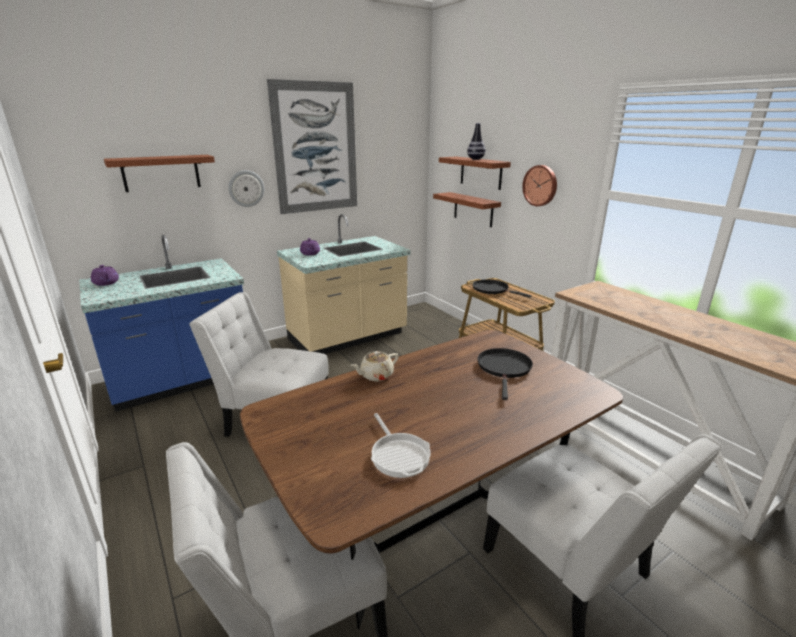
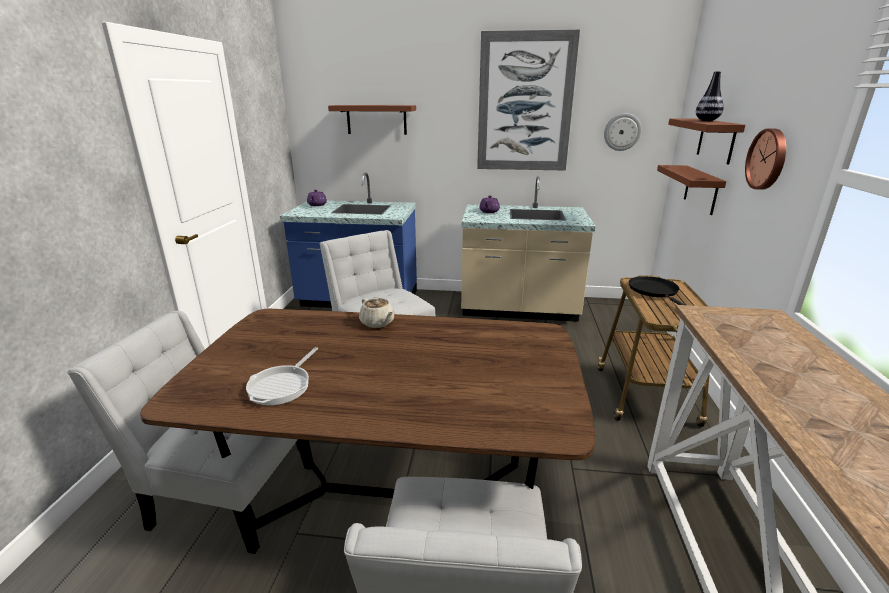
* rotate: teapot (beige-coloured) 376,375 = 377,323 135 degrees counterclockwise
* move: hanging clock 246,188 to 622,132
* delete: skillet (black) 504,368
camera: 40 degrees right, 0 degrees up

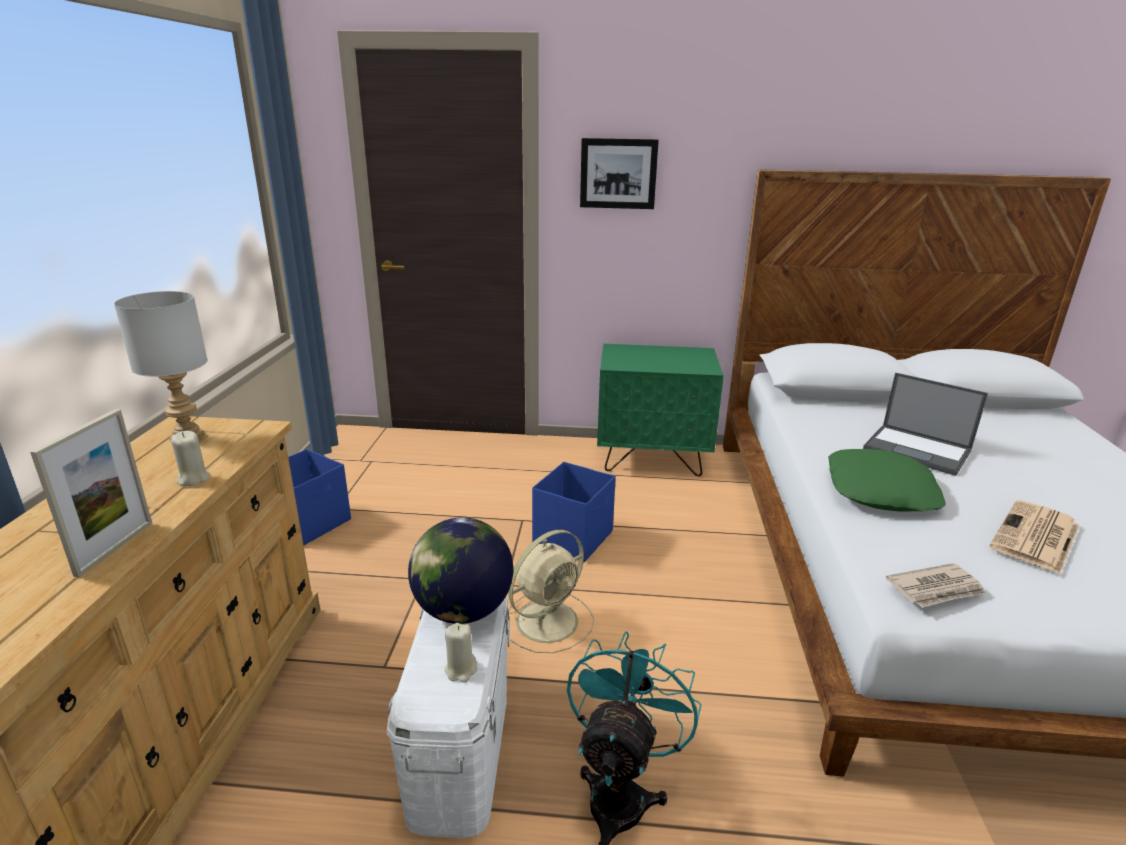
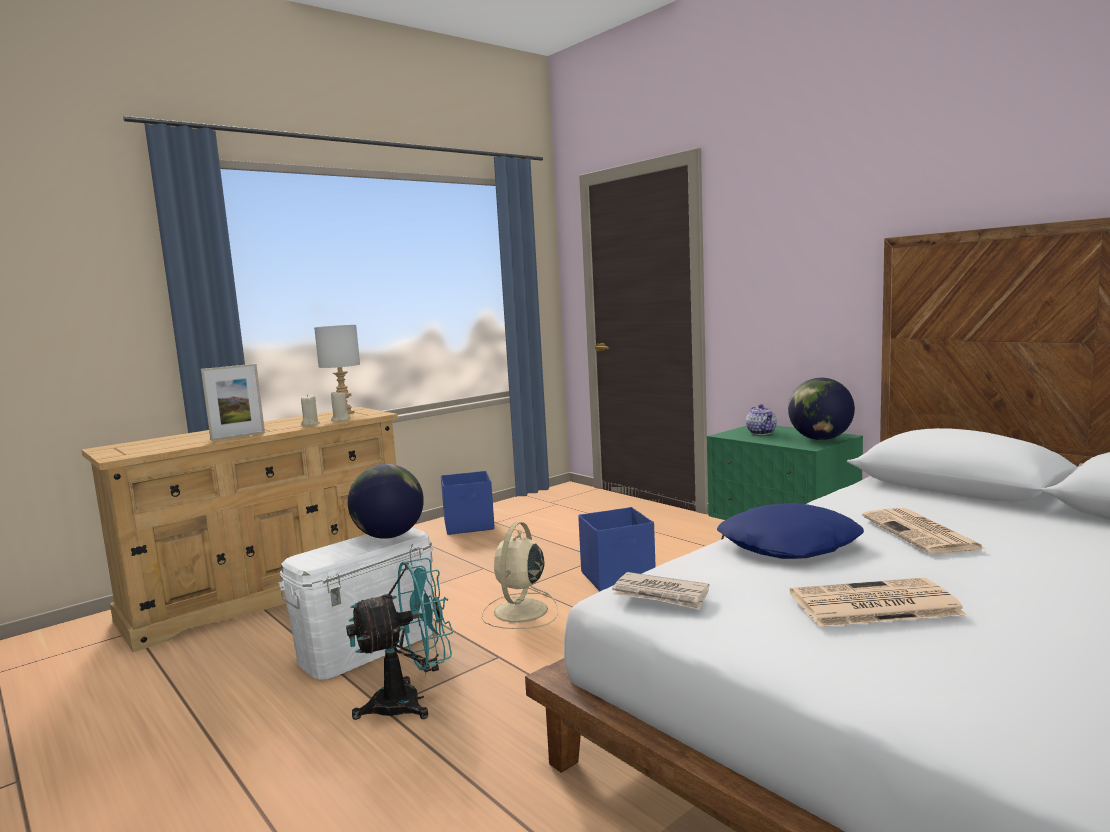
* move: wax candle (beige-coloured) 461,670 to 340,420
* rotate: cooling fan (beige-coloured) 549,620 = 520,612 105 degrees clockwise
* recolor: pillow (green-coloured) 881,491 to pillow (blue-coloured) 790,545
* insert: teapot 761,433
* insert: world globe 820,439
* replace: notebook computer 918,450 to printed paper 922,533
* delete: wall picture 618,173
camera: 45 degrees right, 15 degrees down

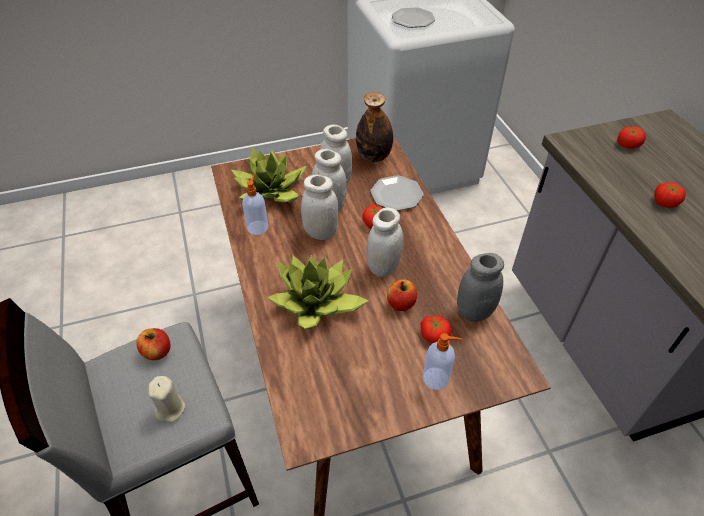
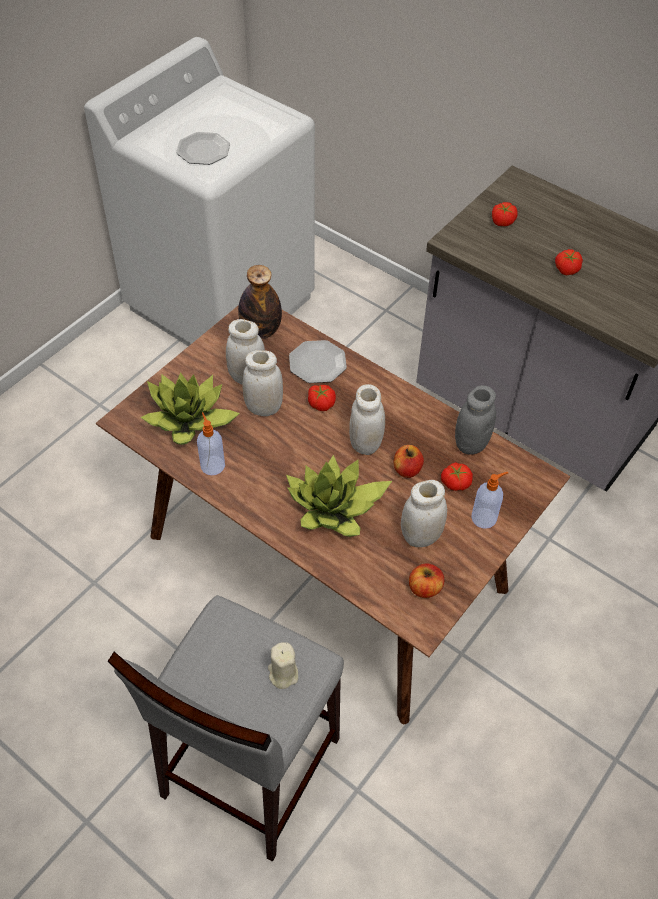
* move: preserve jar (white) 320,232 to 420,536
* move: apple fruit 157,352 to 424,588
camera: 35 degrees left, 5 degrees up

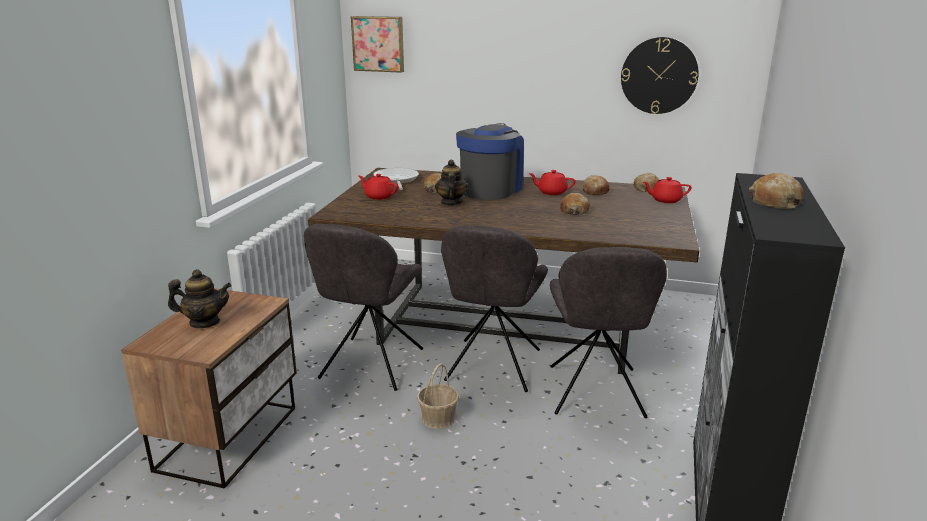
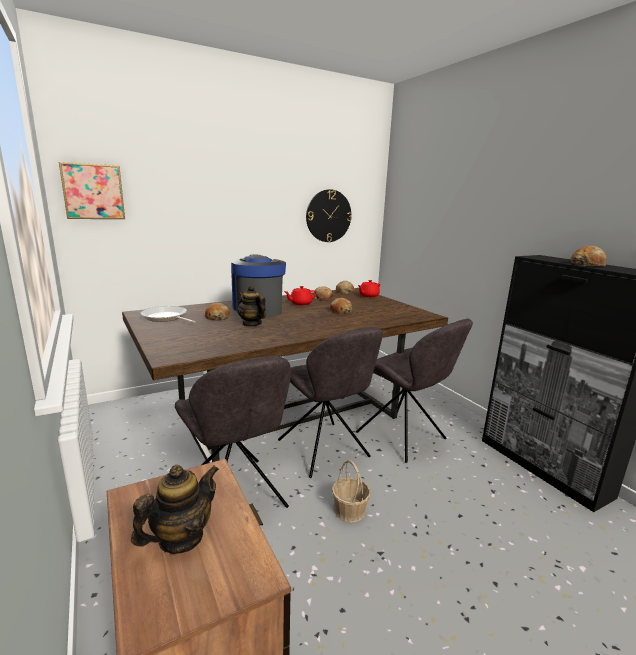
* delete: teapot (red) 379,196
camera: 45 degrees left, 5 degrees down

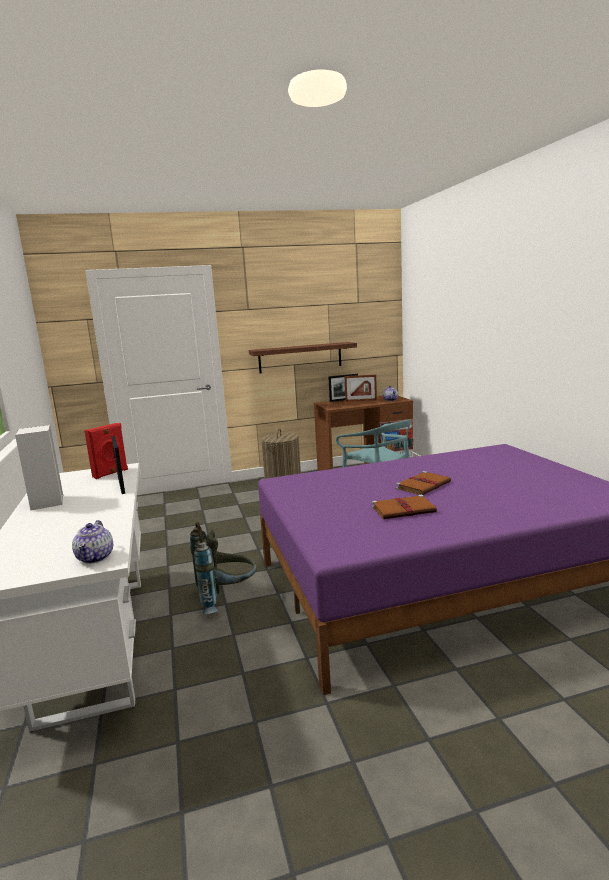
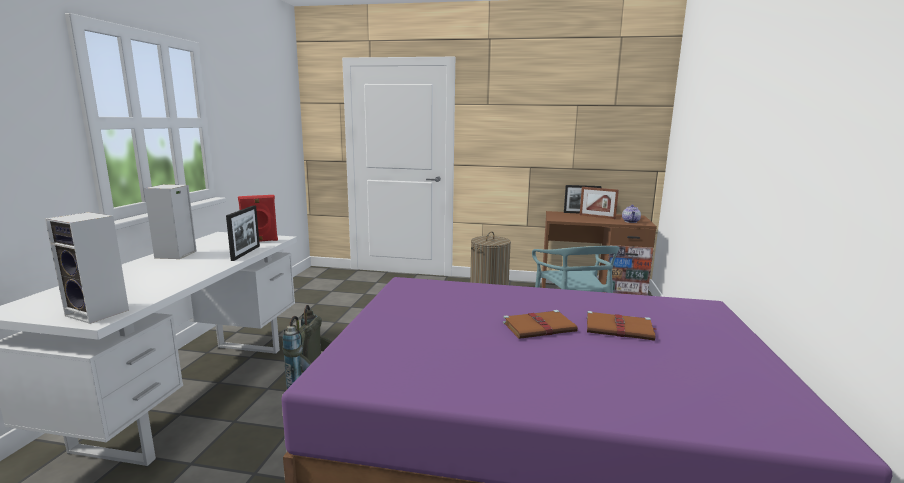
* replace: teapot 95,557 to audio speaker 100,313
* move: book (brown) 404,510 to 620,329
* delete: bracket shelf 300,357
camera: 25 degrees right, 0 degrees up

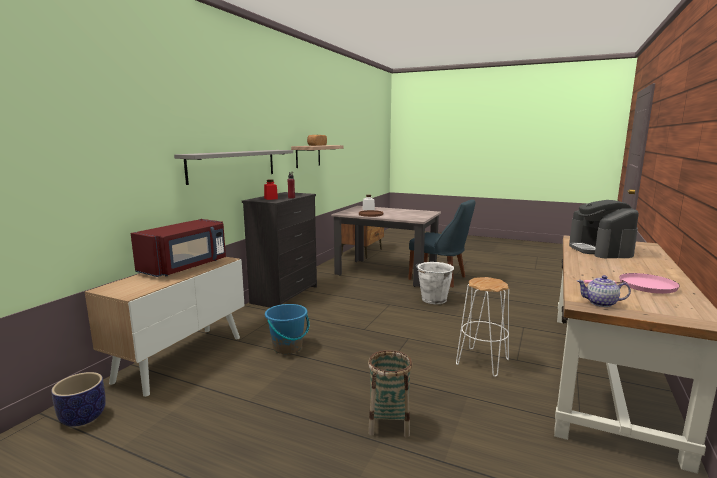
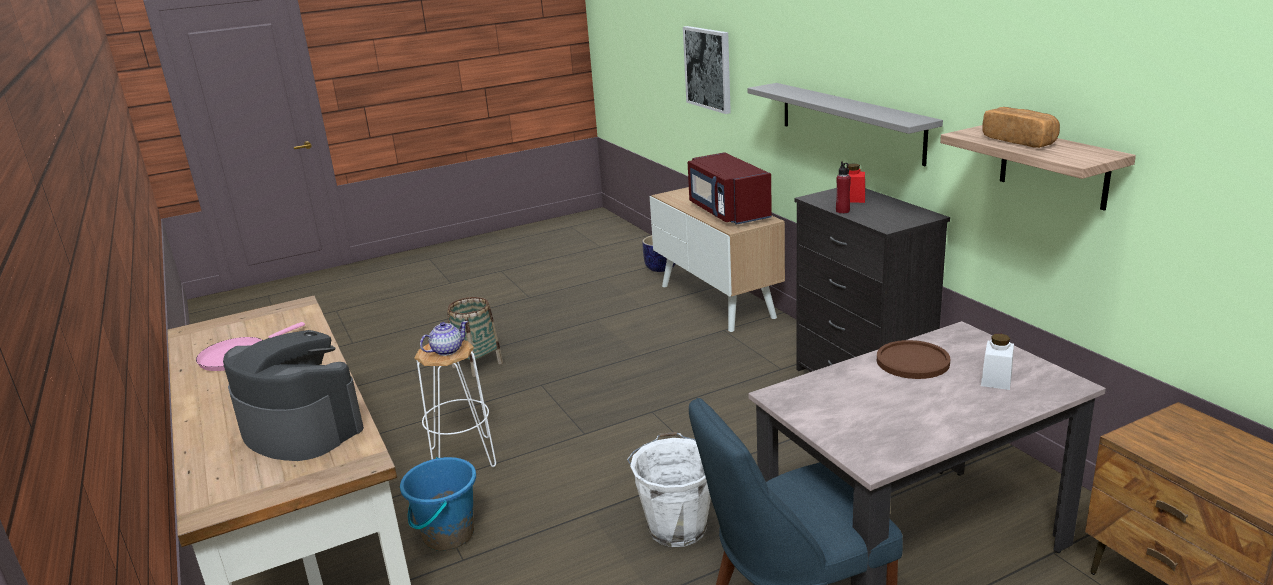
* move: pail (blue-coloured) 287,347 to 448,535
* move: teapot 601,303 to 446,350
* insert: wall picture 708,68
camera: 130 degrees right, 10 degrees up

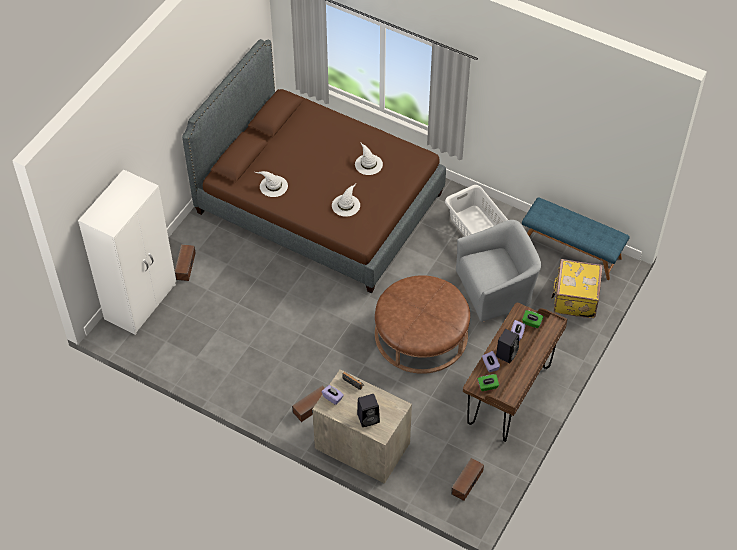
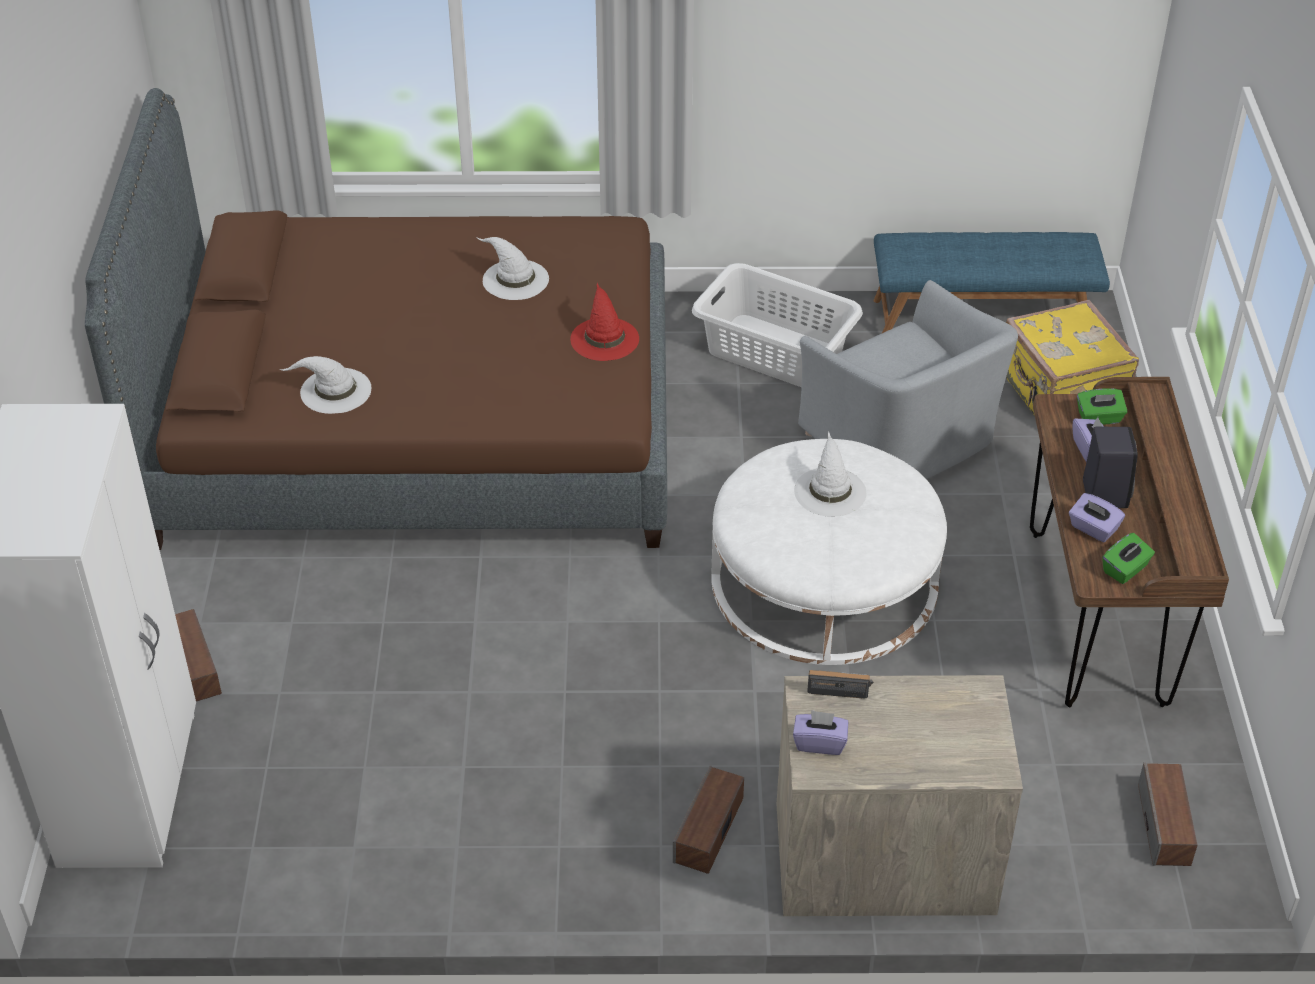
* insert: clothing hat (red) 604,338
* recolor: footrest (brown) 421,334 to footrest (white) 824,580
* move: clothing hat (white) 346,205 to 829,491
* rotate: armchair (gray) 495,289 = 902,439 105 degrees clockwise
* delete: audio speaker (black) 369,418
camera: 30 degrees left, 10 degrees down

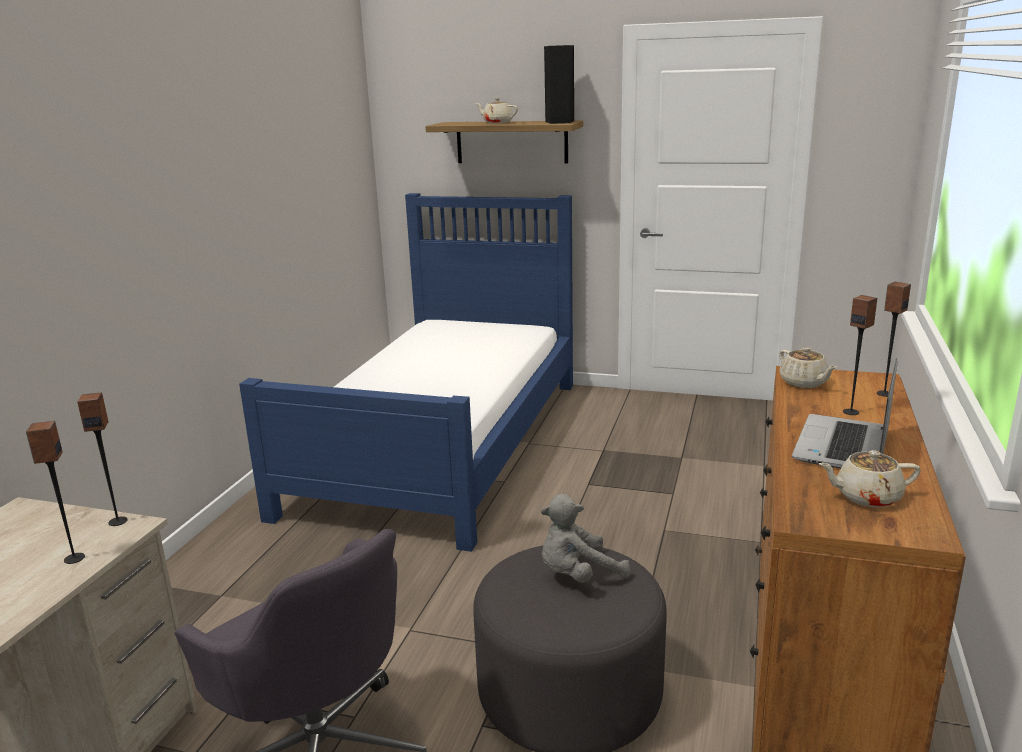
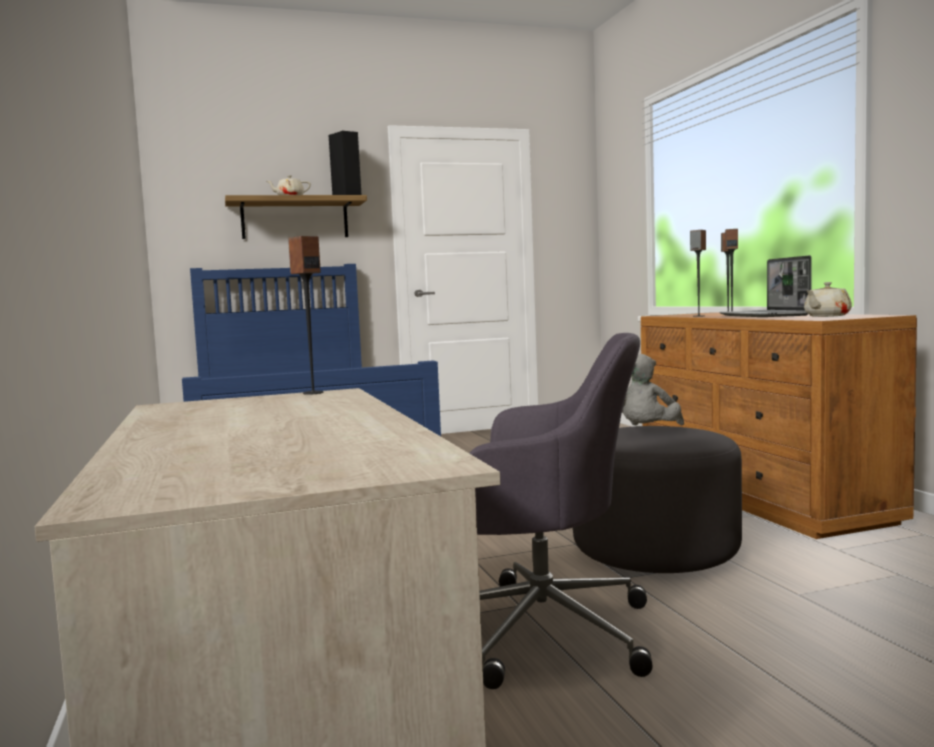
* move: audio speaker 74,558 to 698,316
* delete: teapot (beige-coloured) 804,383
camera: 35 degrees left, 15 degrees down

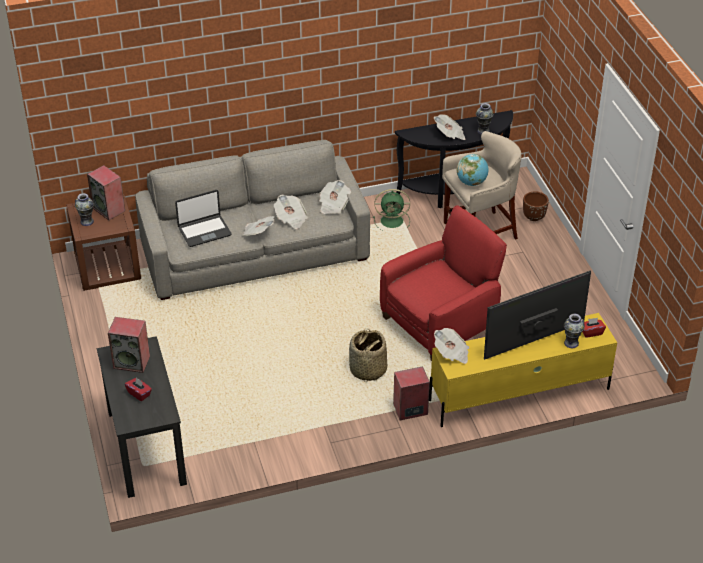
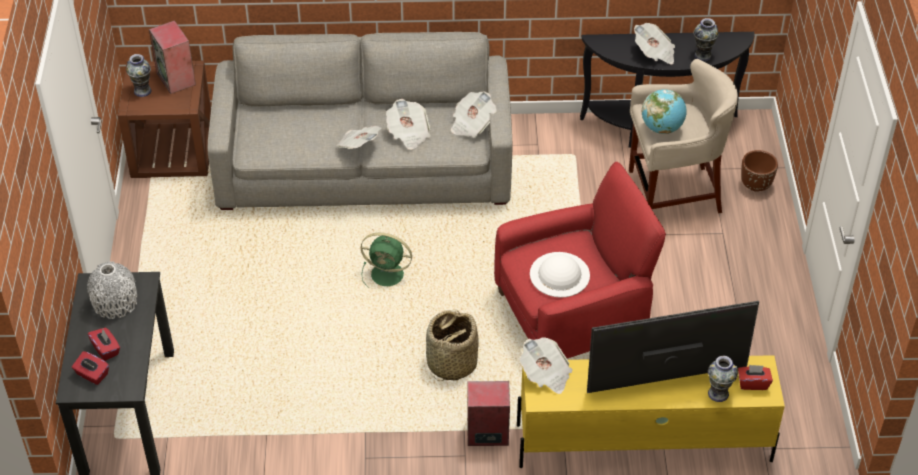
* insert: box of tissues (red) 92,375
* replace: audio speaker 132,362 to flower vase (gray) 115,302
* move: cooling fan (green-coloured) 393,221 to 389,275
* insert: clothing hat (white) 559,274
* delete: notebook computer 204,231
camera: 15 degrees right, 5 degrees up

